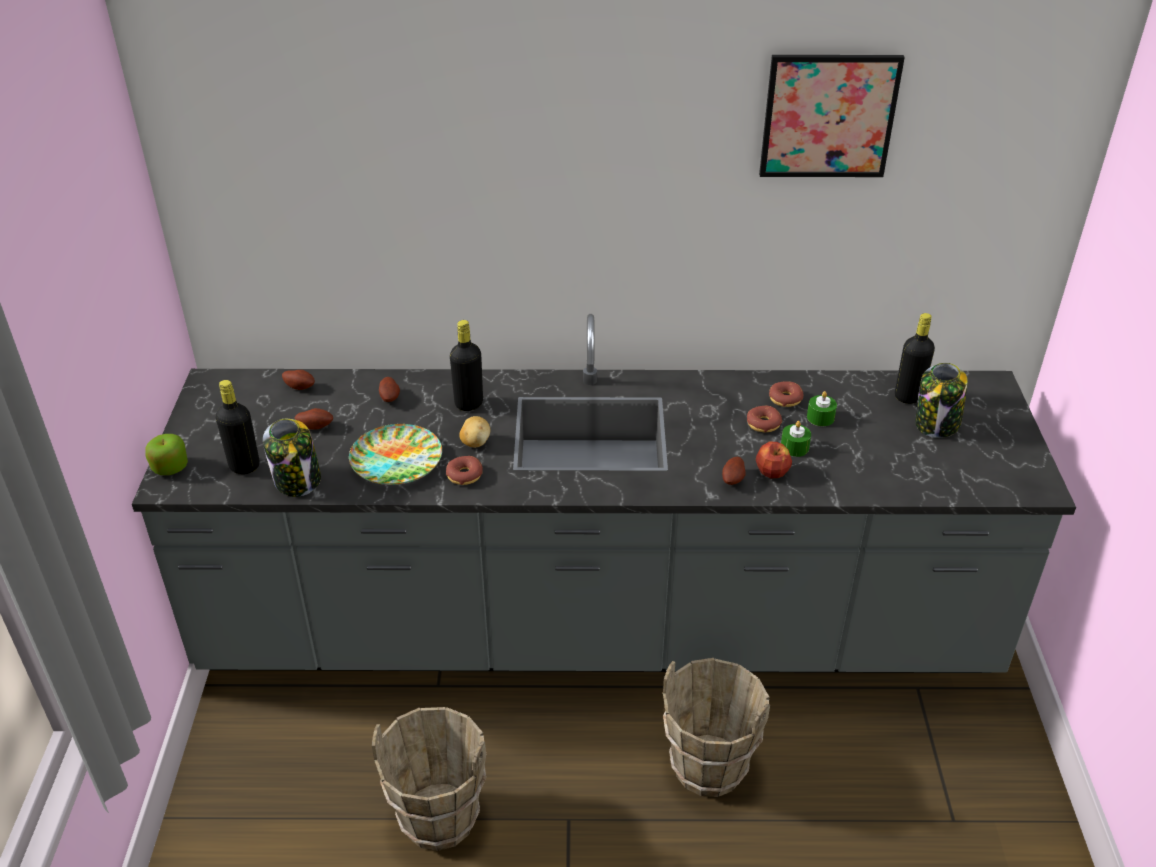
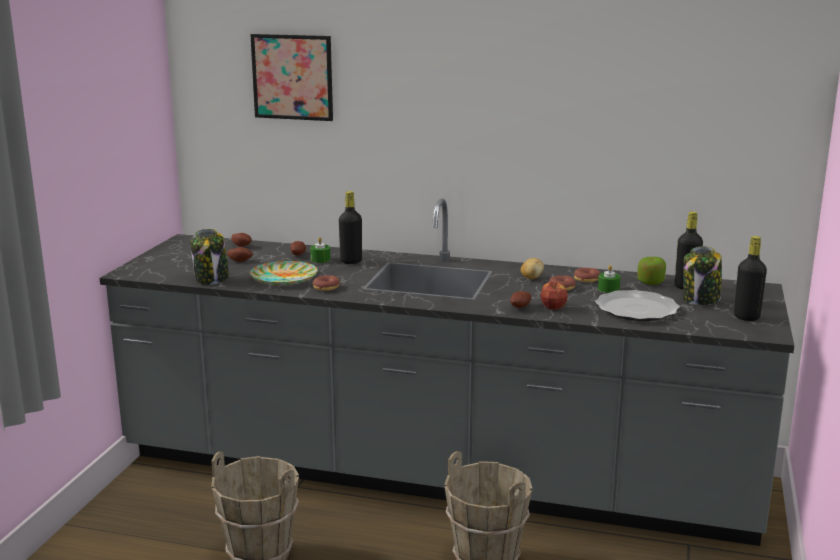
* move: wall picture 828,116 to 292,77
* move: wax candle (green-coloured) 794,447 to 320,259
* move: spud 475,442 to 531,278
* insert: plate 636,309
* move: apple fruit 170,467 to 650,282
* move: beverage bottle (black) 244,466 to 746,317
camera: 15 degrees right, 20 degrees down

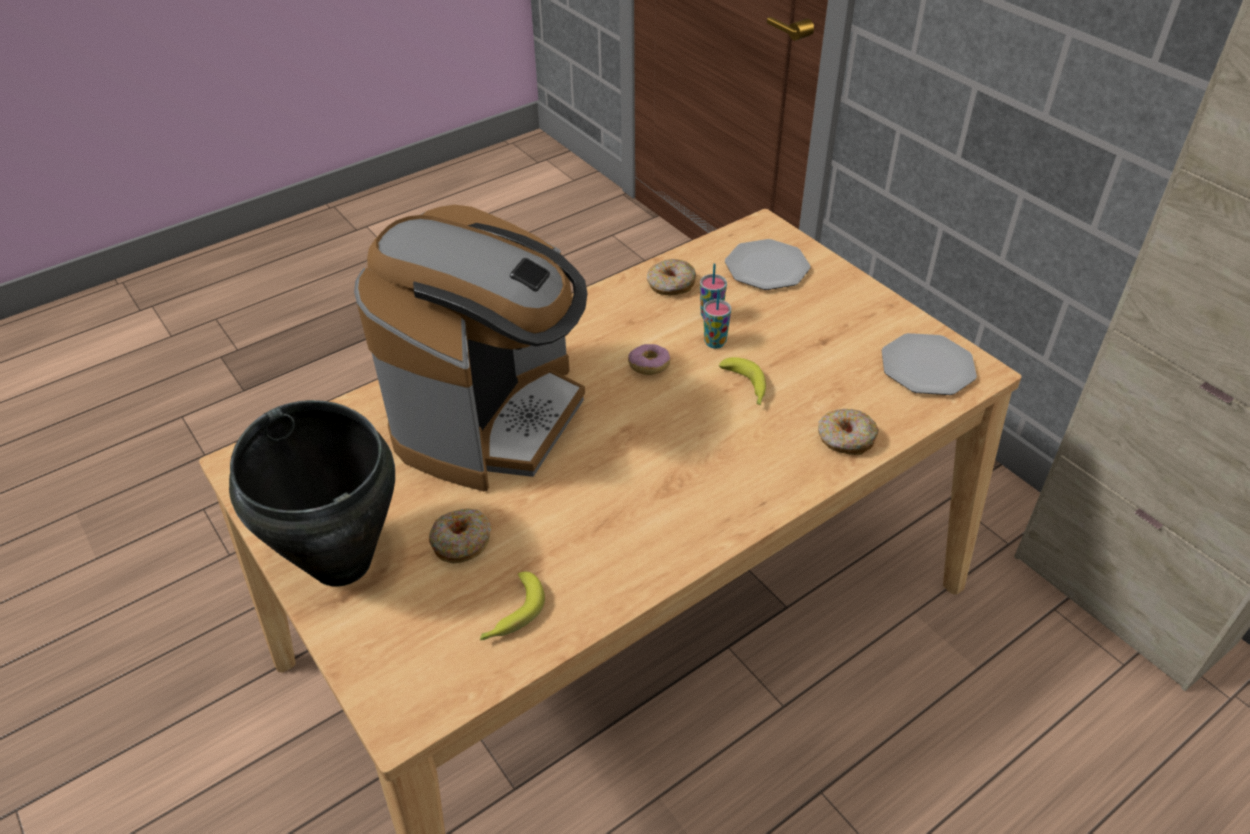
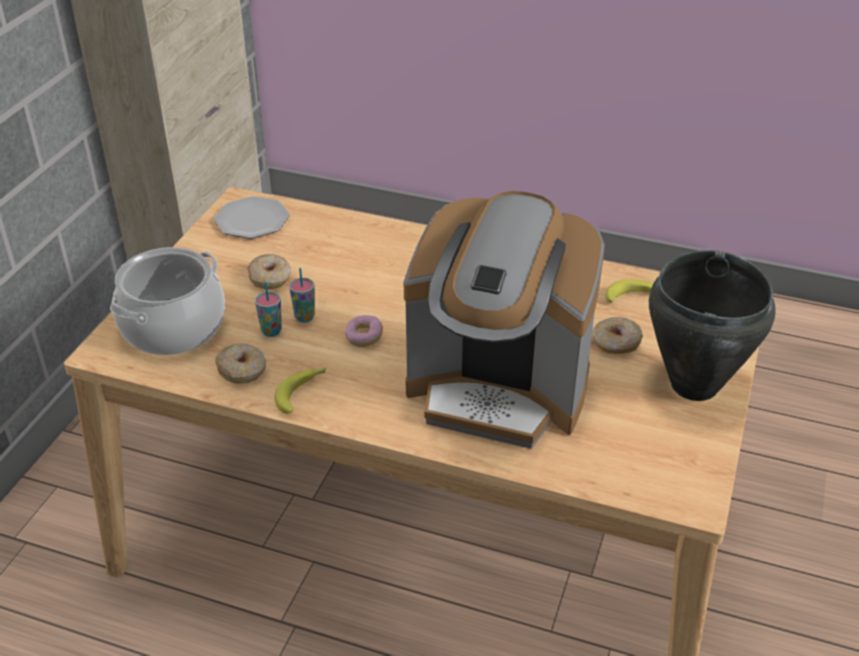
* replace: plate 766,267 to saucepot 173,328
* move: ring doughnut 845,439 to 270,278
* move: banana fruit 746,387 to 302,392
* rotate: coffee maker 491,416 = 498,390 150 degrees counterclockwise
camera: 125 degrees left, 5 degrees down

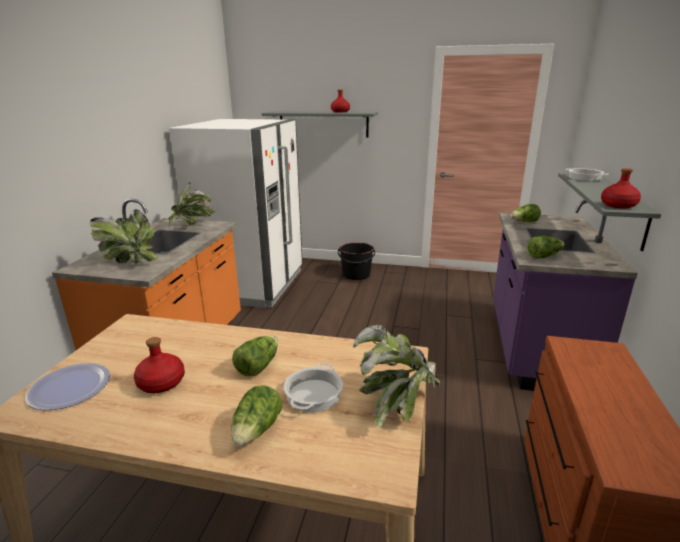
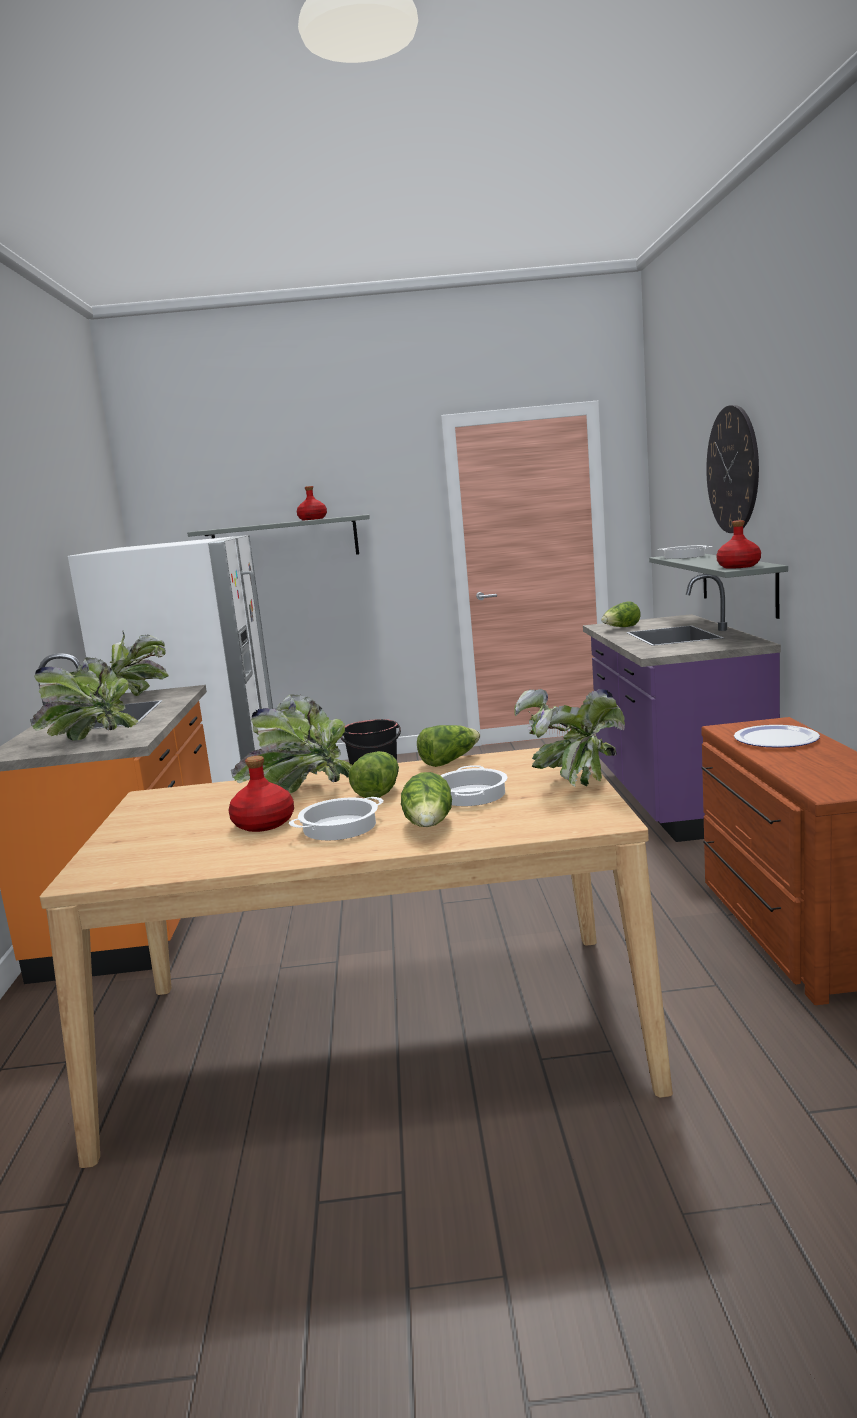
* insert: potted plant 299,789
* insert: saucepot 339,826
* move: lettuce head 544,256 to 449,761
* insert: hanging clock 732,470
* move: plate 70,387 to 776,739
camera: 15 degrees left, 10 degrees down

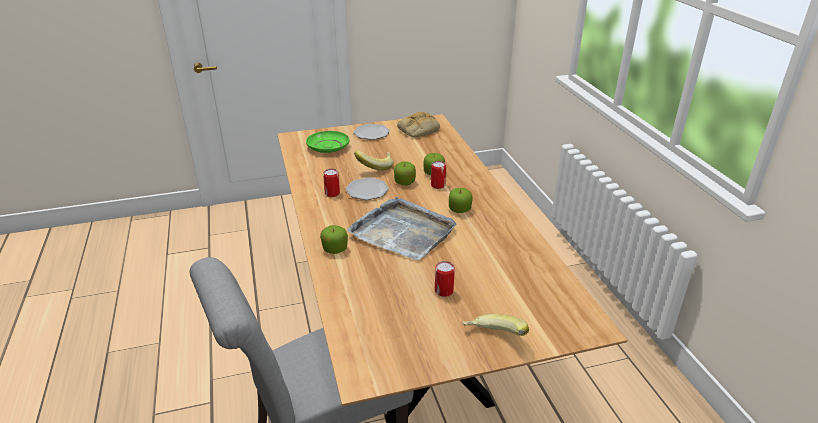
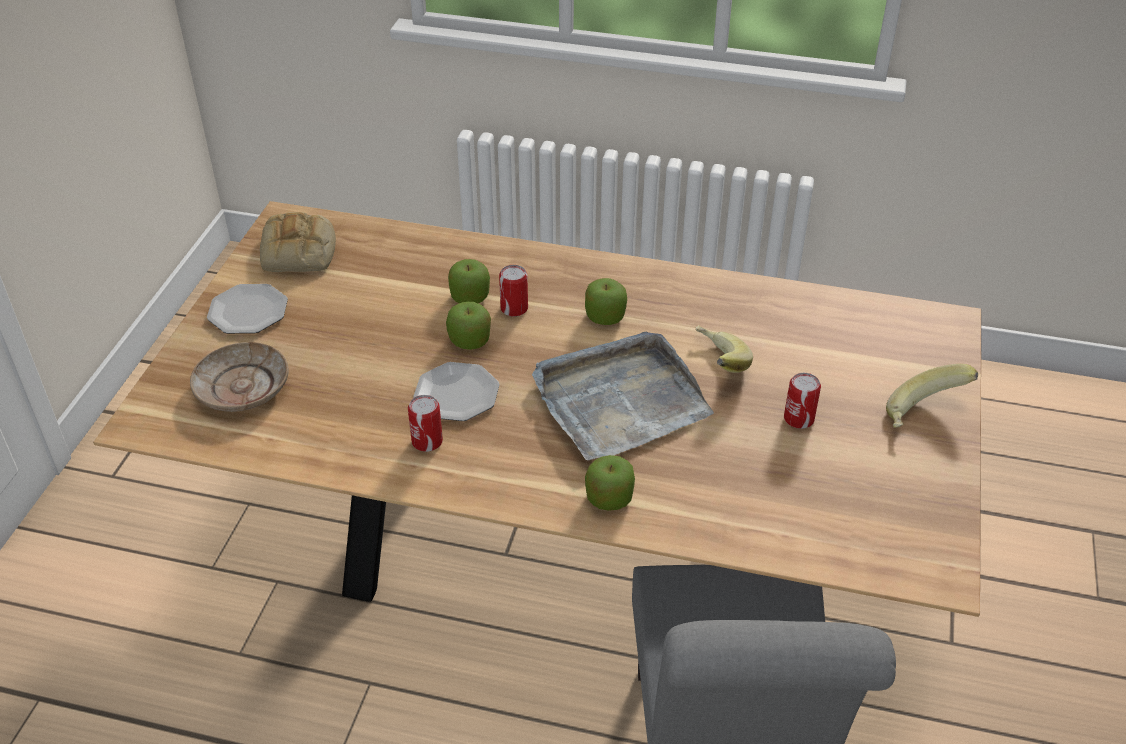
* recolor: plate (green-coloured) 328,147 to plate (beige-coloured) 242,388
* move: banana fruit 375,167 to 715,365
camera: 60 degrees left, 10 degrees up

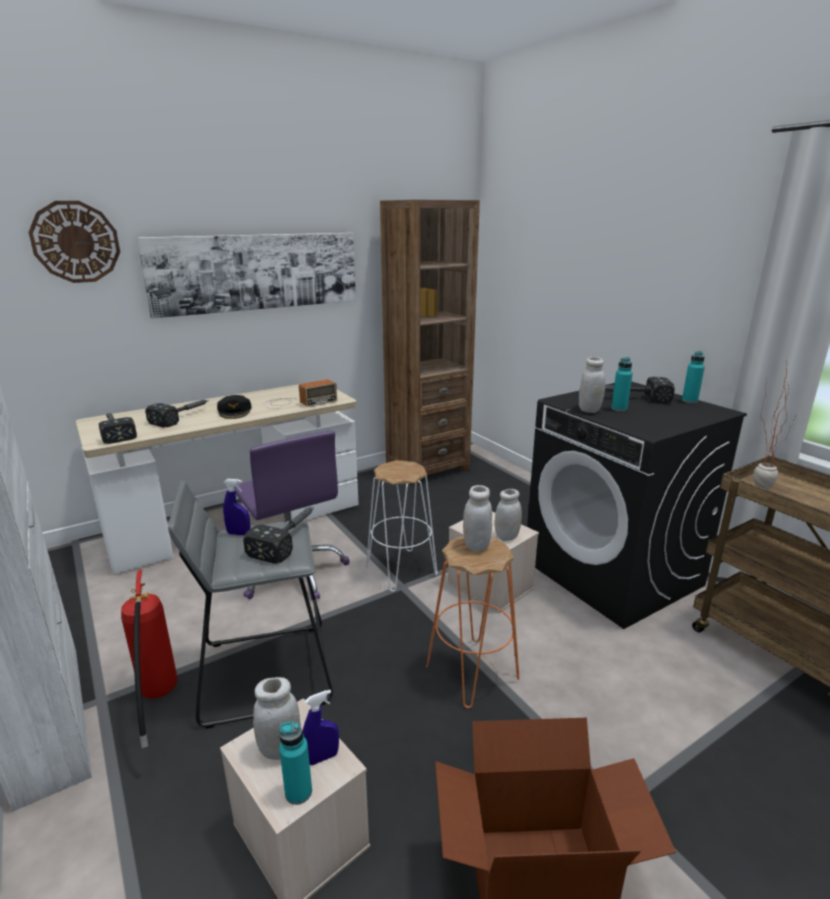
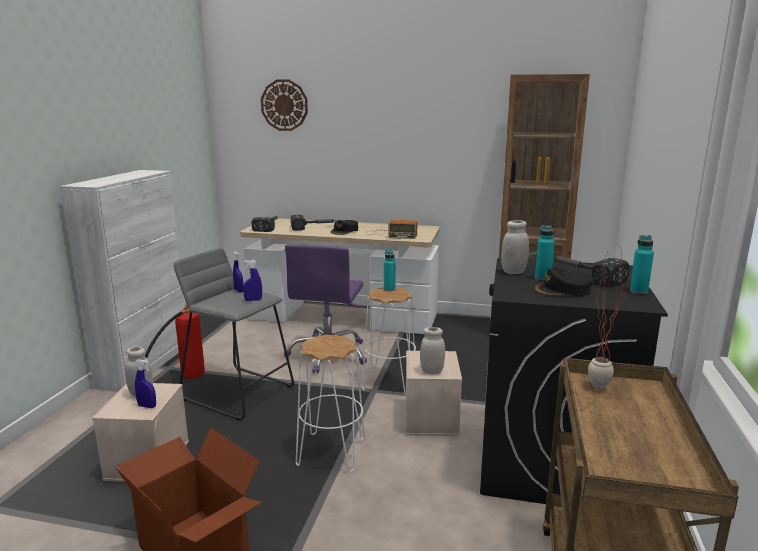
* replace: tool hammer 289,538 to sprayer (blue-coloured) 253,300
* recolor: sitting stool (orange) 472,671 to sitting stool (white) 332,452
* move: beverage bottle (turquoise) 298,792 to 389,289
* insert: baseball cap (black) 563,290
* delete: wall picture 257,272
* delete: preserve jar (white) 476,545
camera: 45 degrees right, 5 degrees down

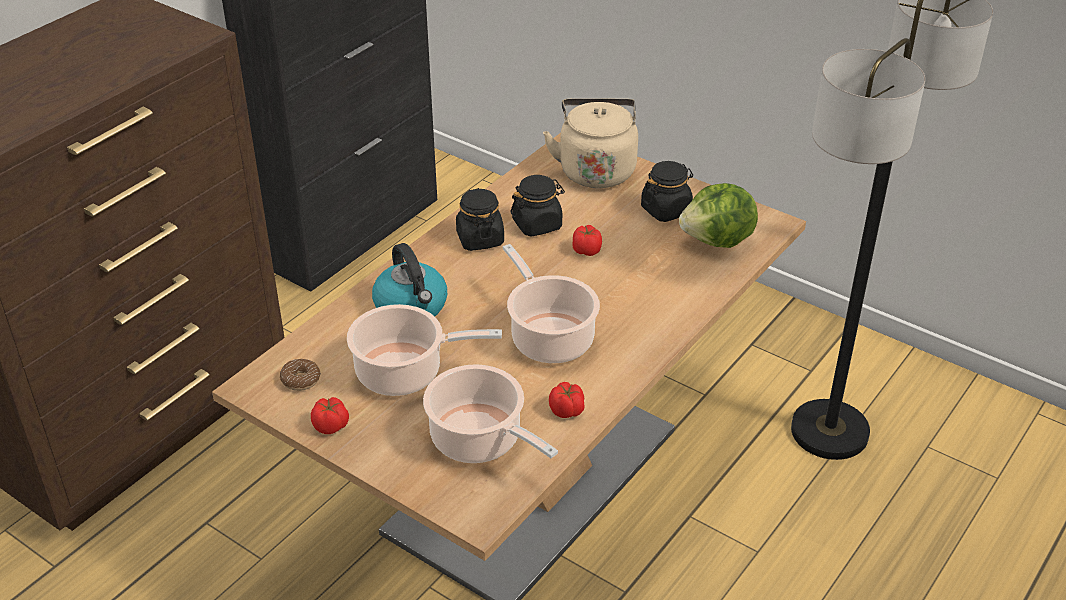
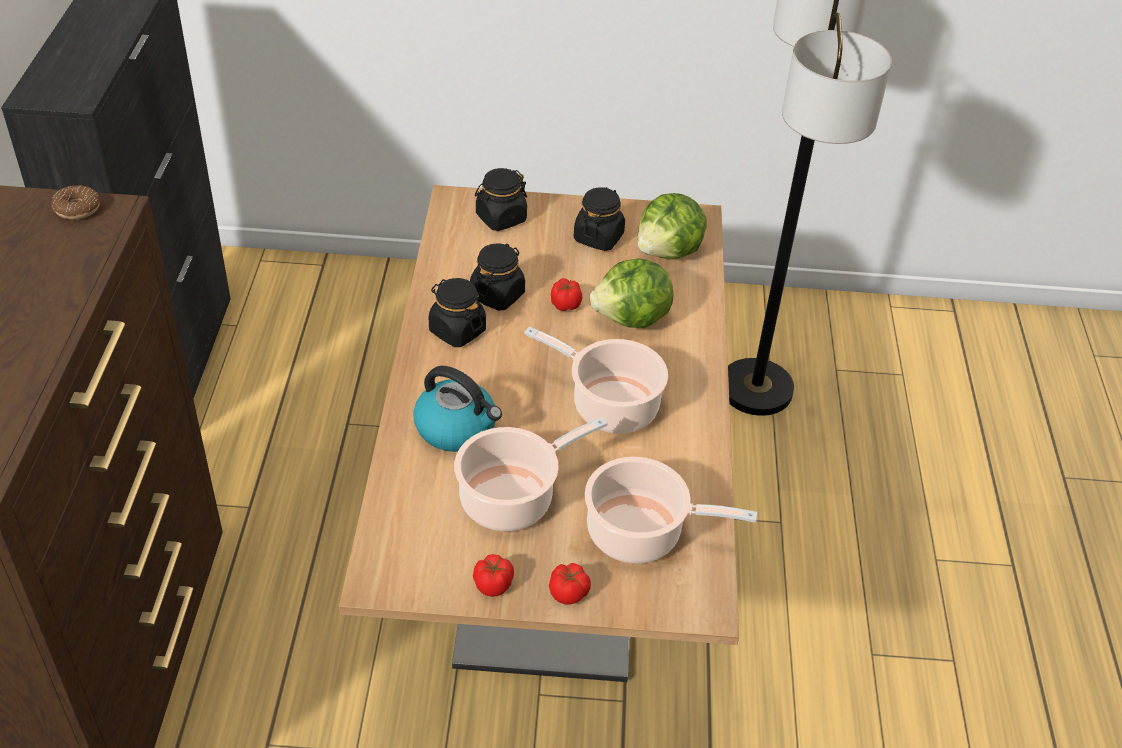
* move: ring doughnut 300,380 to 77,209
* replace: water kettle (beige-coloured) 596,169 to preserve jar (black) 500,218
* move: fresh tomato 567,411 to 569,593
* insert: lettuce head 632,319
camera: 35 degrees left, 5 degrees up

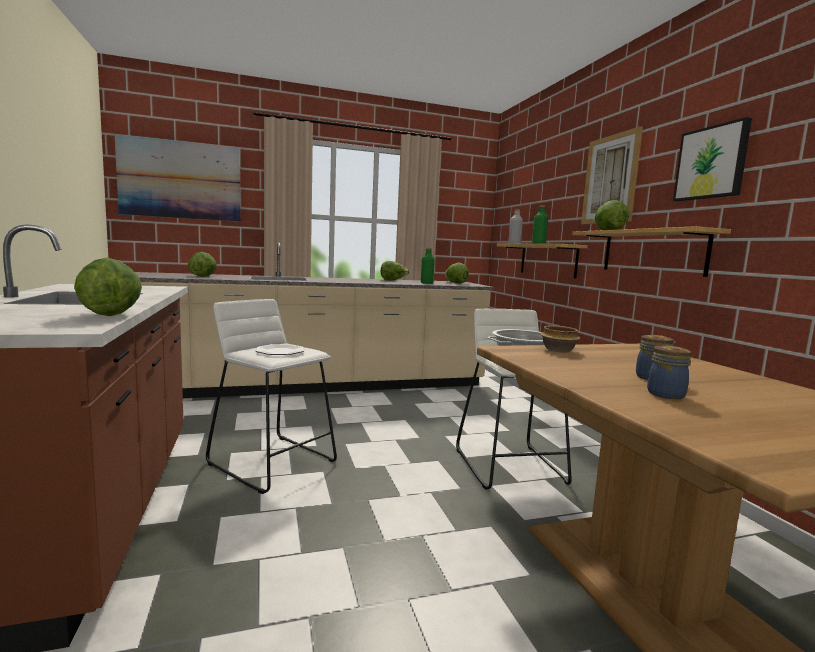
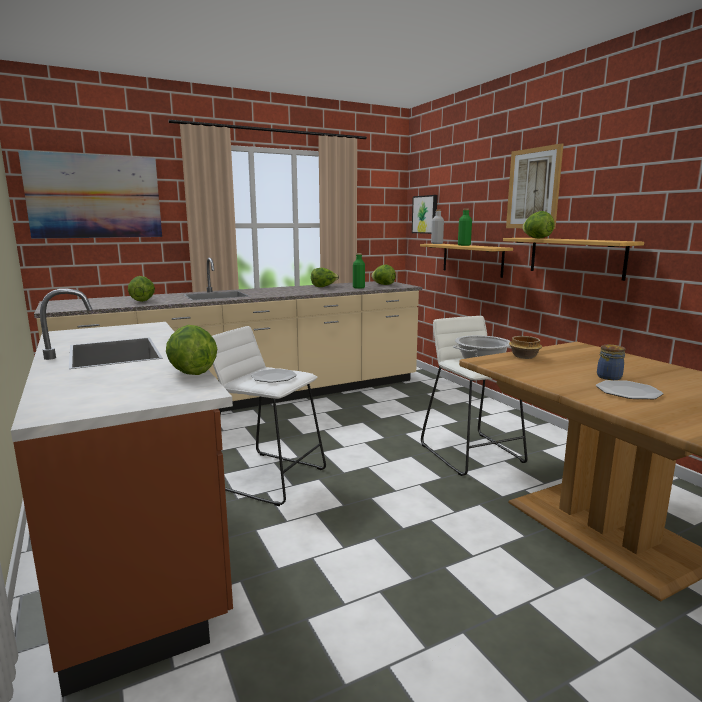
* move: wall picture 712,163 to 425,214
* replace: preserve jar 666,394 to plate 628,392
camera: 10 degrees left, 5 degrees up

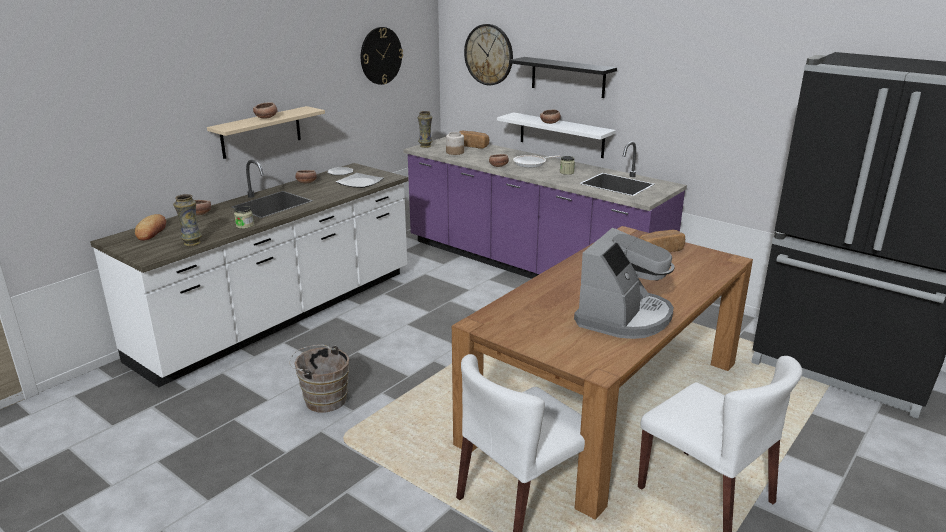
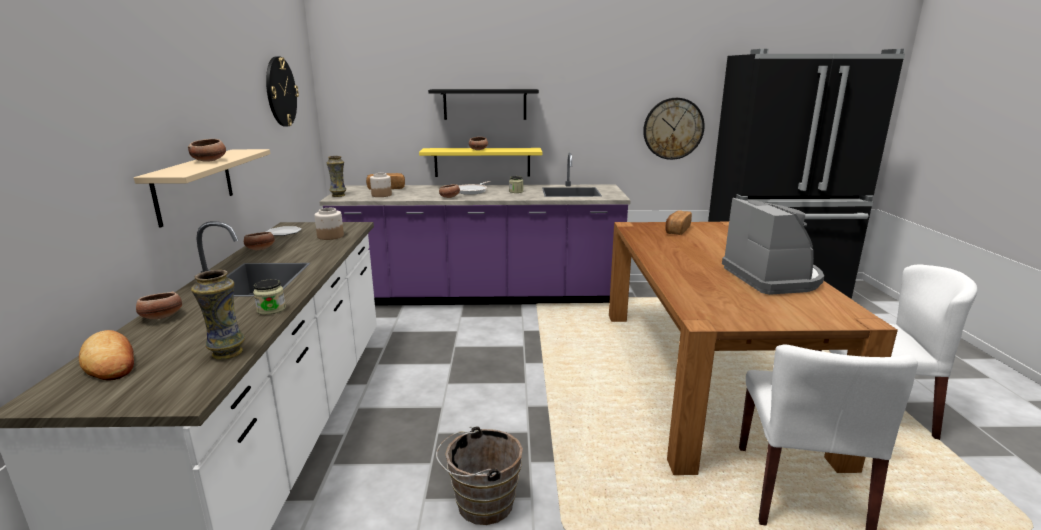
* replace: plate 359,183 to preserve jar 330,236
* recolor: bracket shelf (white) 561,135 to bracket shelf (yellow) 482,162
* move: hanging clock 489,54 to 673,128
camera: 40 degrees left, 5 degrees down

